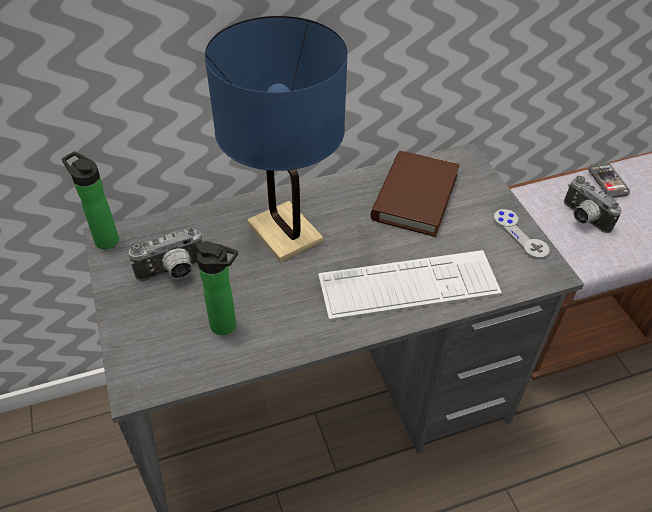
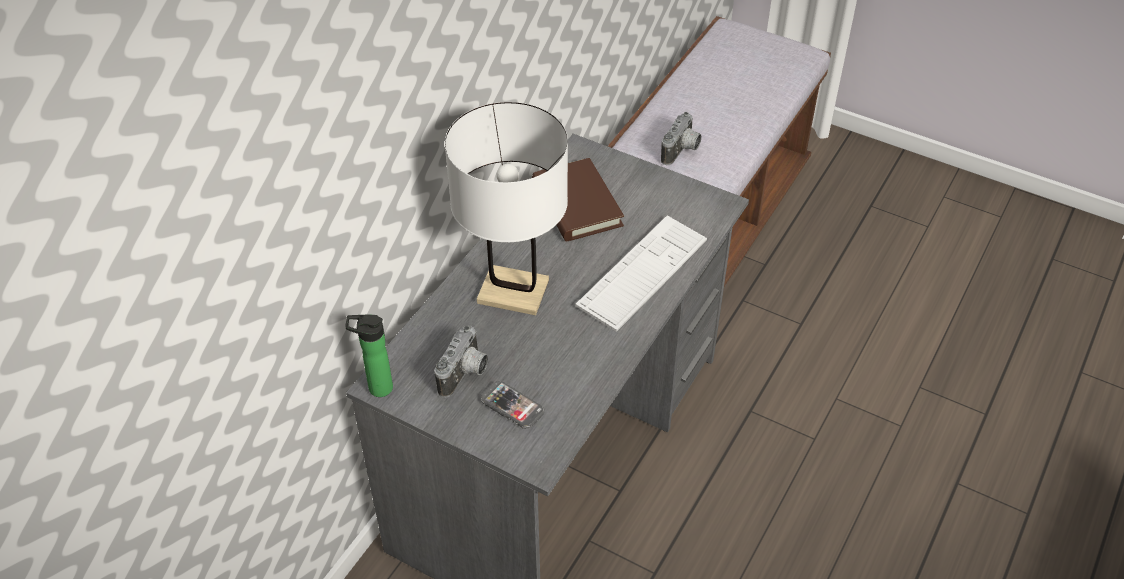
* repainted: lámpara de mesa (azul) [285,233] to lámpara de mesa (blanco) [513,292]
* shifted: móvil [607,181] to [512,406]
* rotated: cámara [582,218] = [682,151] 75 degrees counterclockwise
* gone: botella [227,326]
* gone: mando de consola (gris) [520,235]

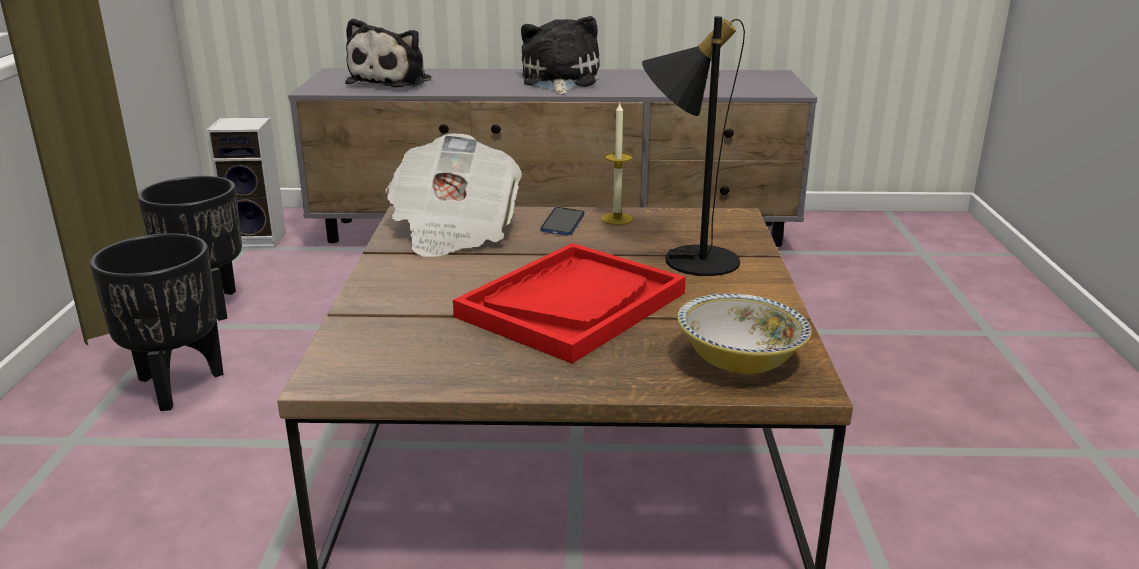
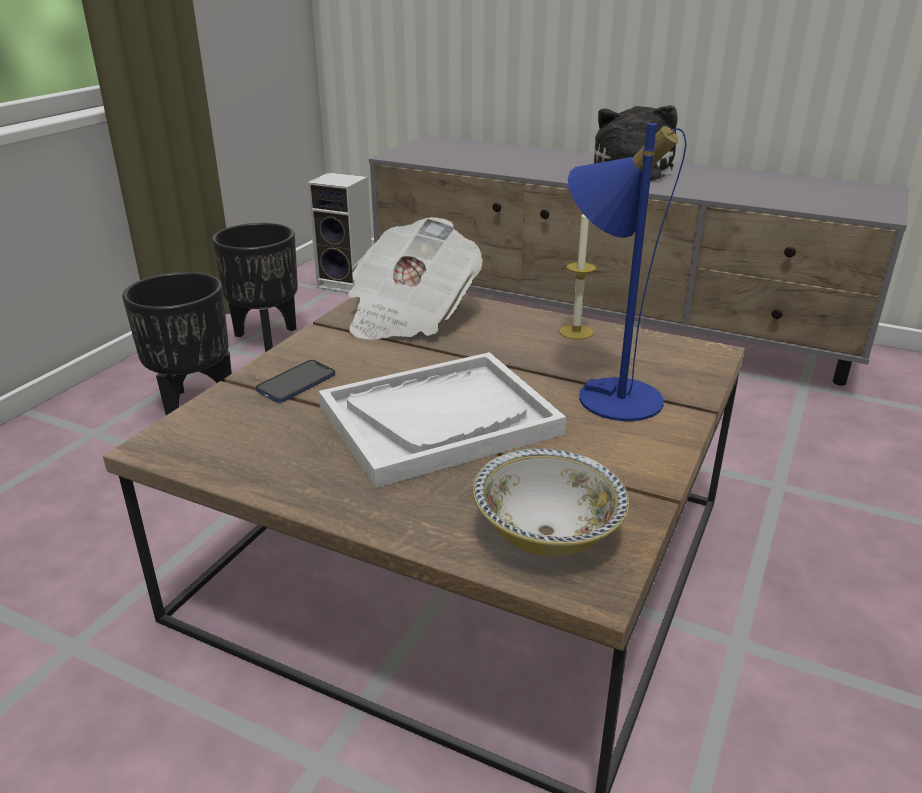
* shifted: móvil [562,223] to [296,383]
* repainted: bandeja (rojo) [572,304] to bandeja (blanco) [439,420]
* repainted: lámpara de mesa (negro) [688,257] to lámpara de mesa (azul) [608,392]
* gone: peluche [393,81]

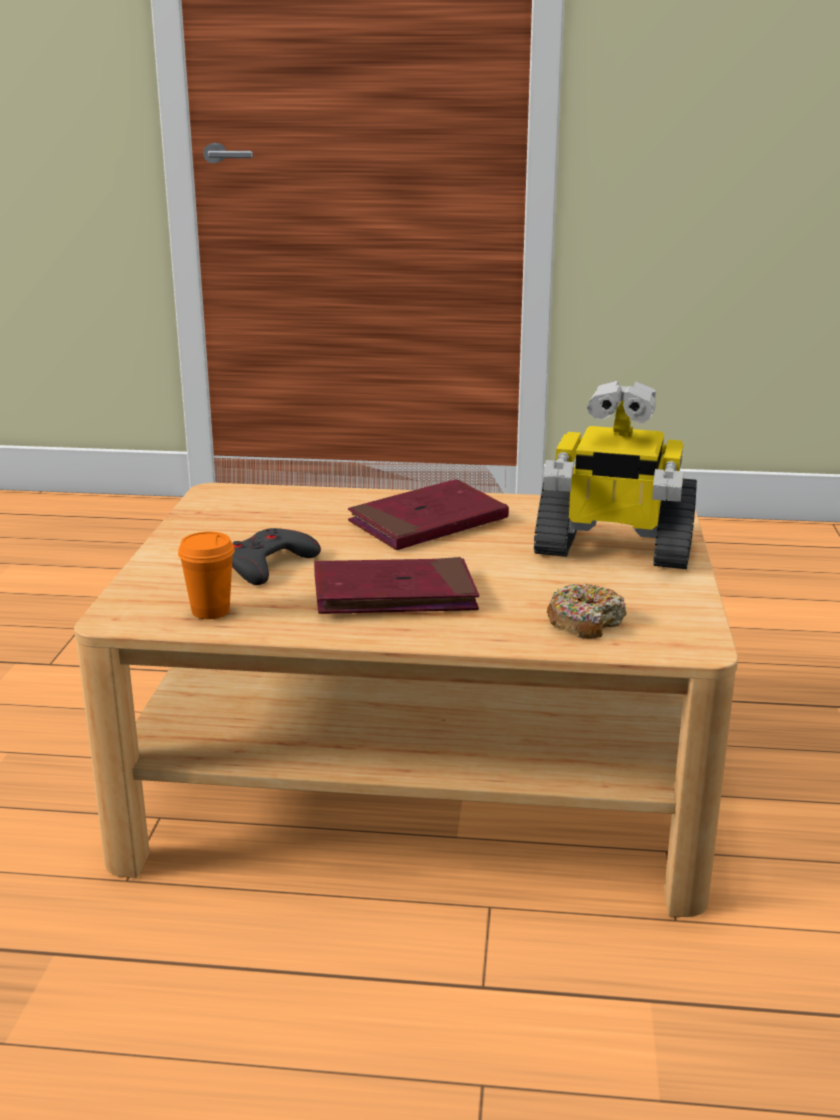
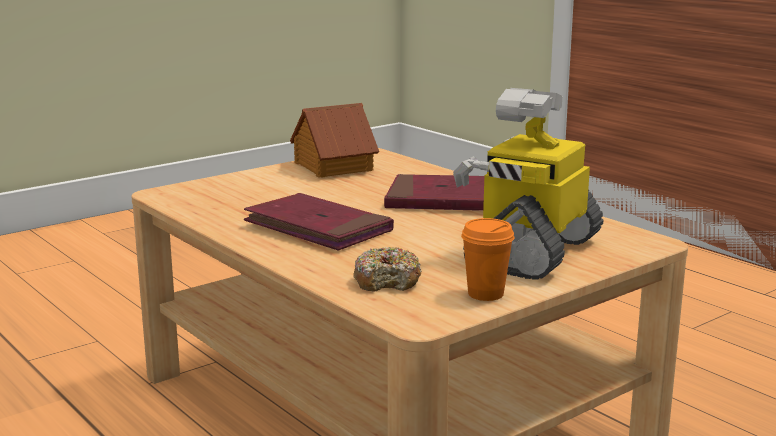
* new: casita [332,166]
* rotated: robot de juguete [612,549] = [531,252] 60 degrees clockwise
* shifted: taza (naranja) [210,611] to [485,294]
* gone: mando de consola (gris) [268,565]

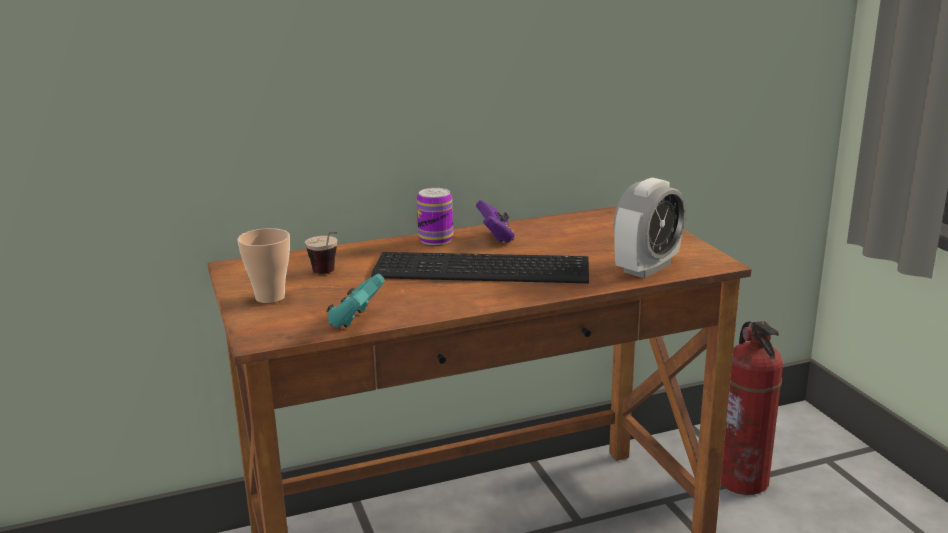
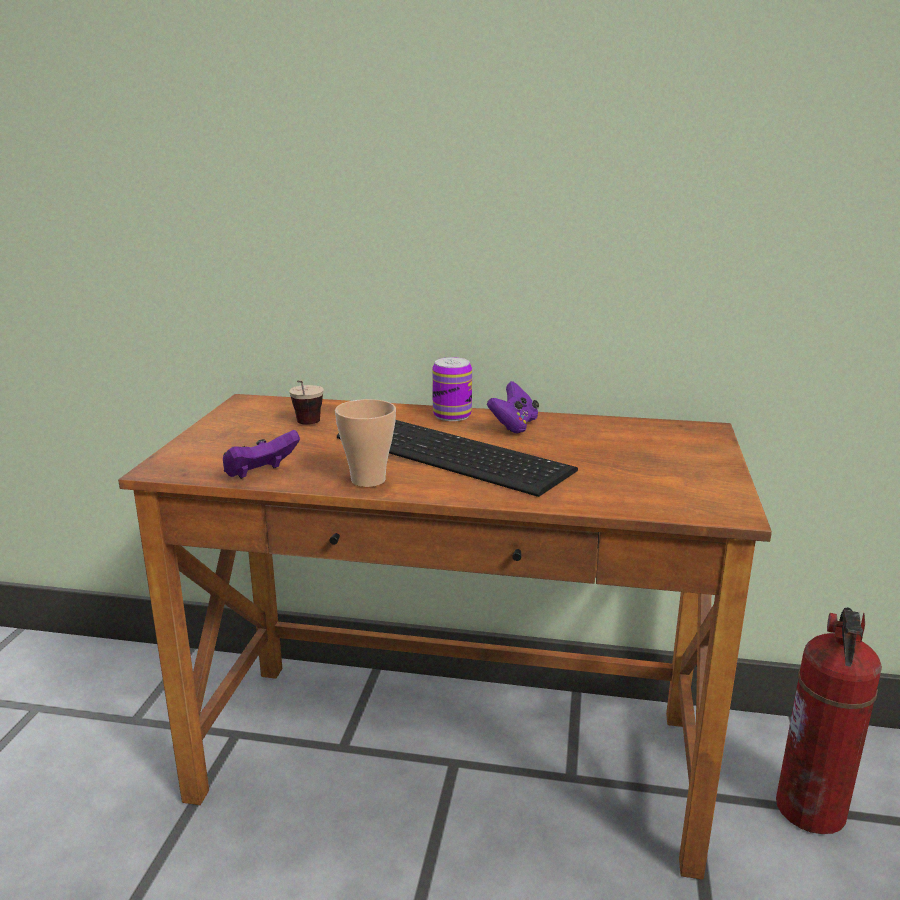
* repainted: mando de consola (turquesa) [356,320] to mando de consola (morado) [260,474]
* shifted: taza [270,297] to [368,480]
* gone: despertador [647,268]

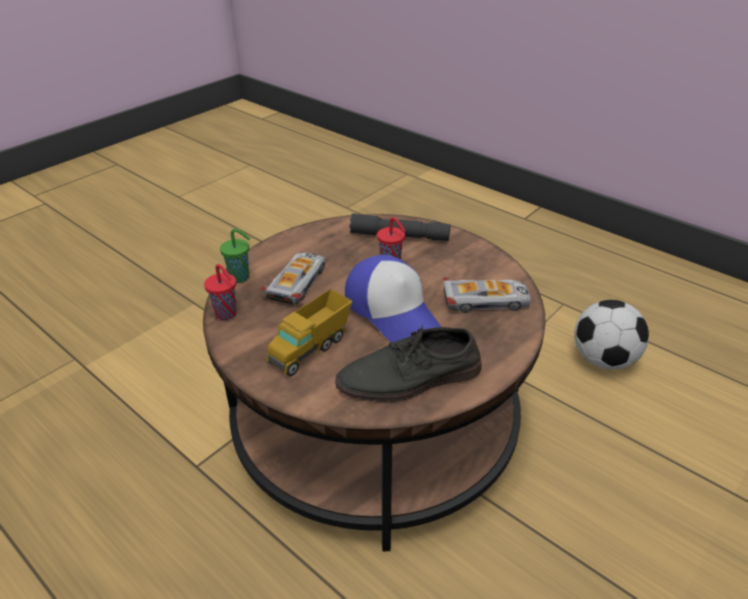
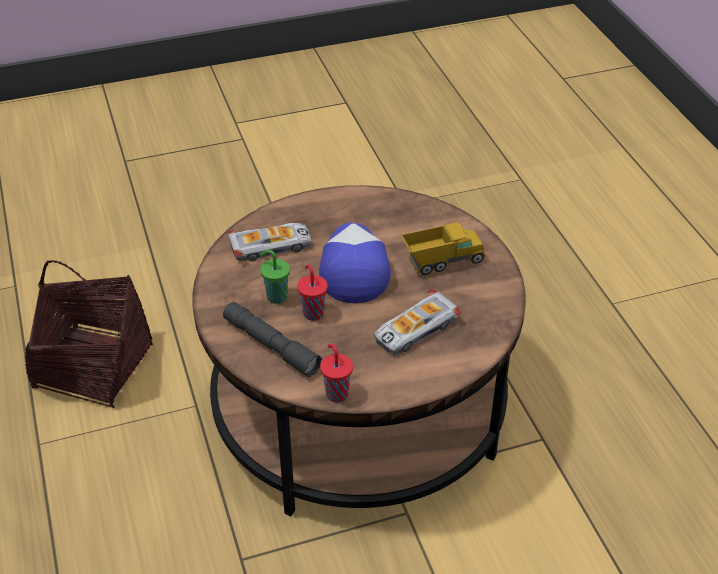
* swapped: balón de fútbol [603,360] to cesta [93,366]
* rotated: coche de juguete [485,300] = [270,246] 135 degrees clockwise
* shifted: taza (verde) [241,277] to [275,296]
* shifted: taza (rojo) [227,314] to [336,393]
* gone: zapato (gris) [409,378]

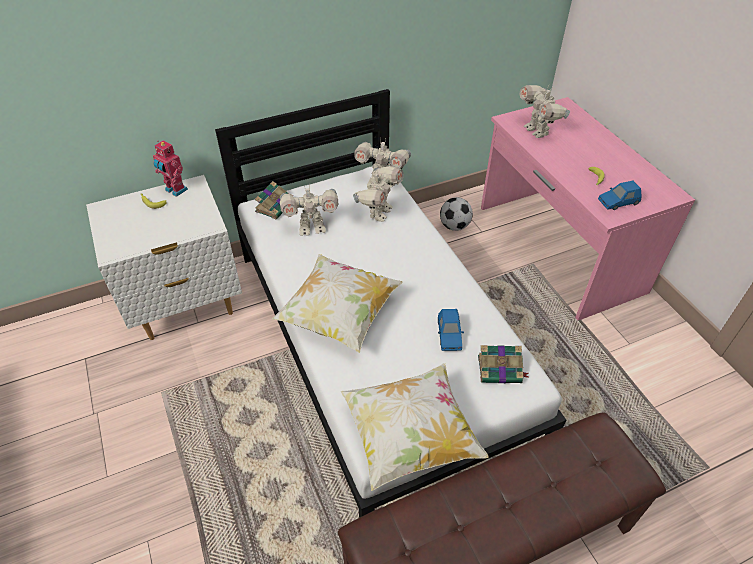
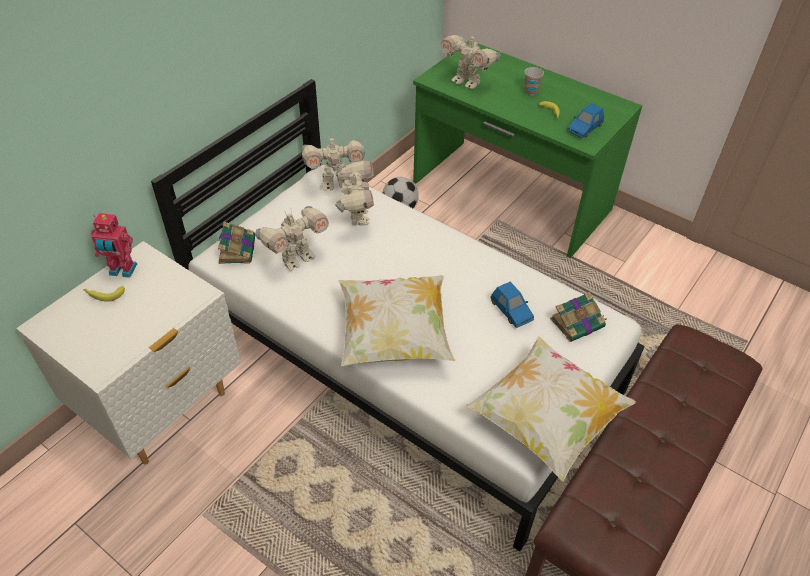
* repainted: escritorio (rosa) [557,248] to escritorio (verde) [509,196]
* new: taza [531,91]

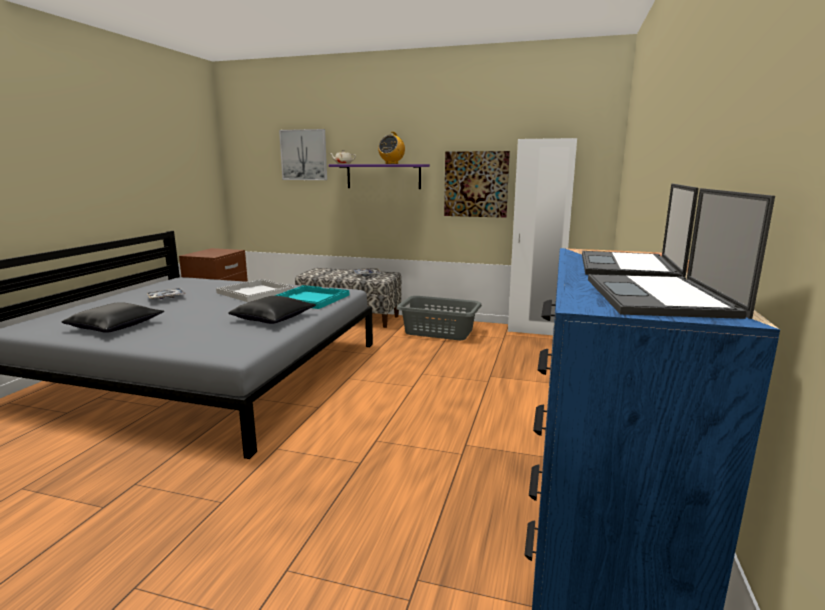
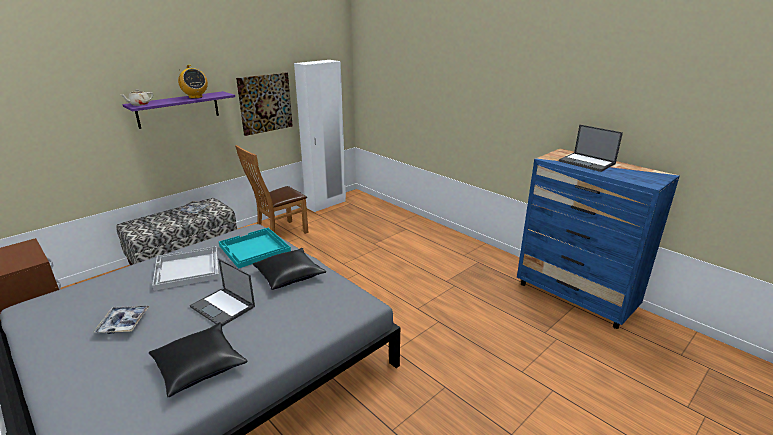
* shifted: portátil [660,297] to [223,307]
* swapped: cesto de la ropa (gris) [438,331] to silla (marrón) [279,233]
* gone: cuadro [304,155]

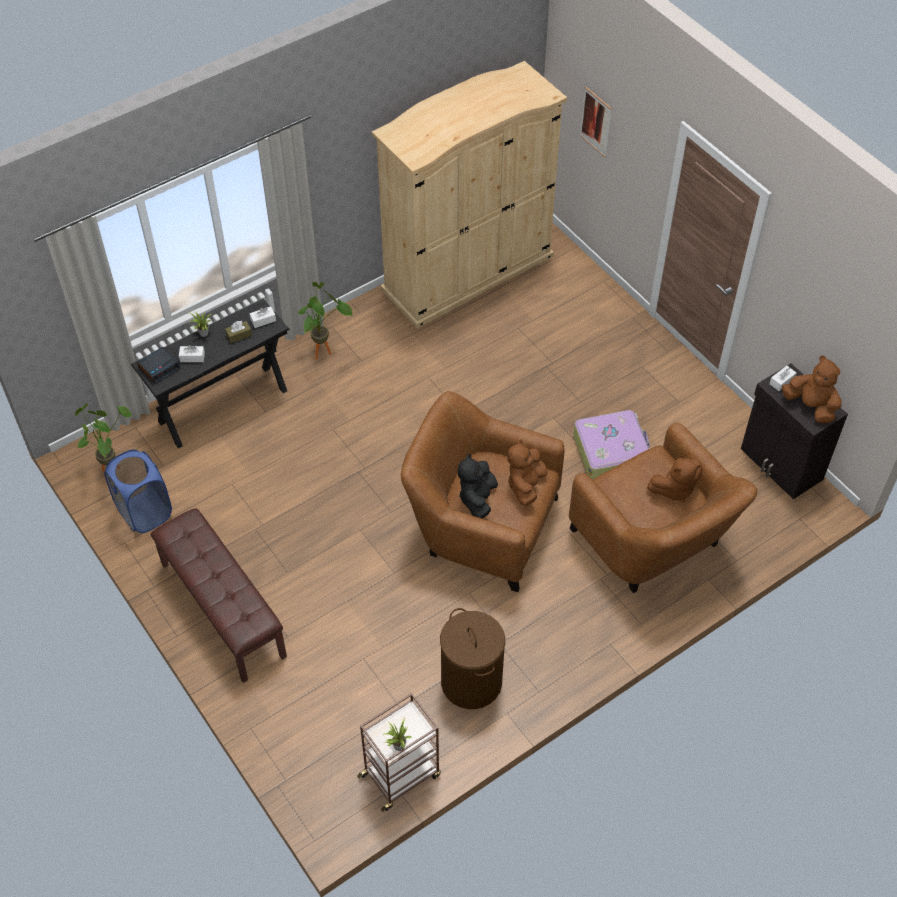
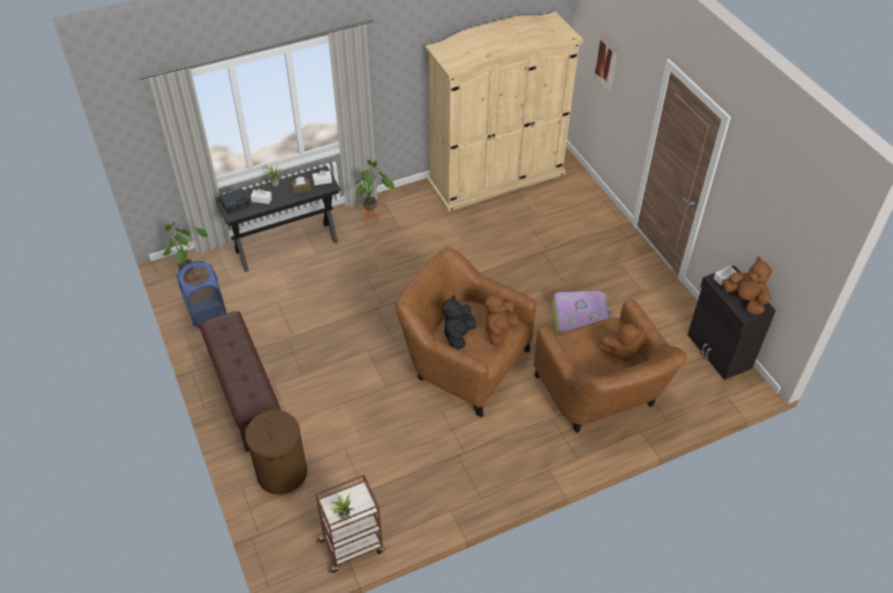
* shifted: cesto de la ropa (marrón) [471,682] to [281,473]

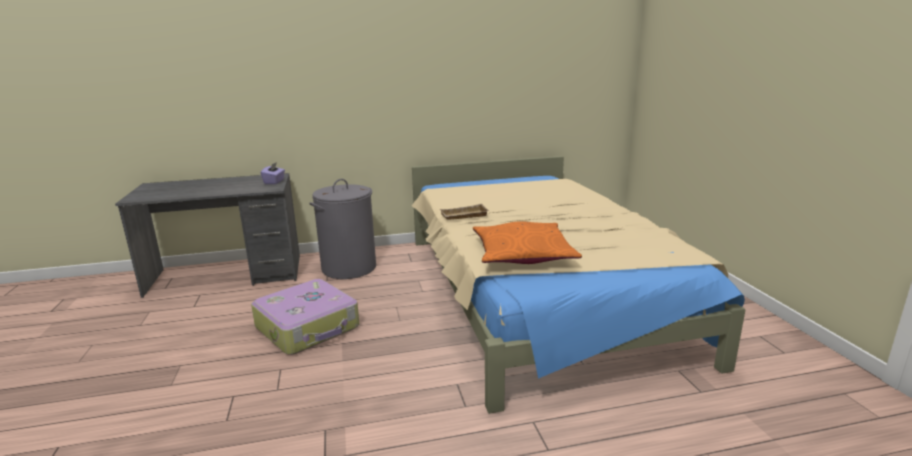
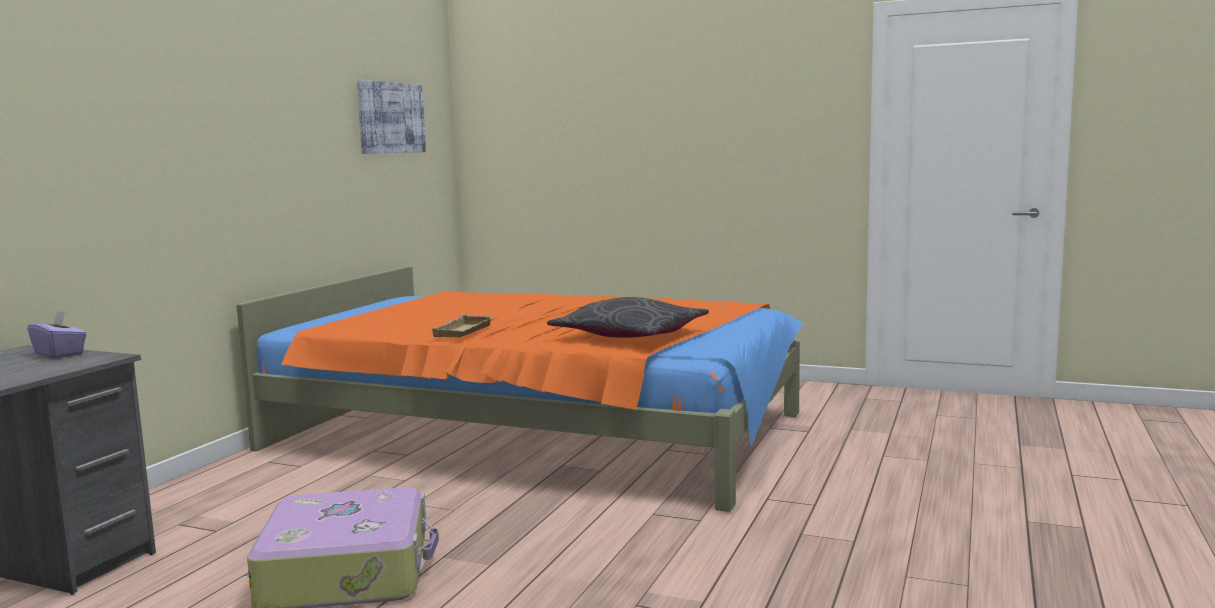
* repainted: cama (beis) [536,293] to cama (naranja) [539,432]
* new: cuadro [391,118]
* repainted: cojín (naranja) [522,254] to cojín (gris) [629,335]
* gone: cesto de la ropa (gris) [349,268]

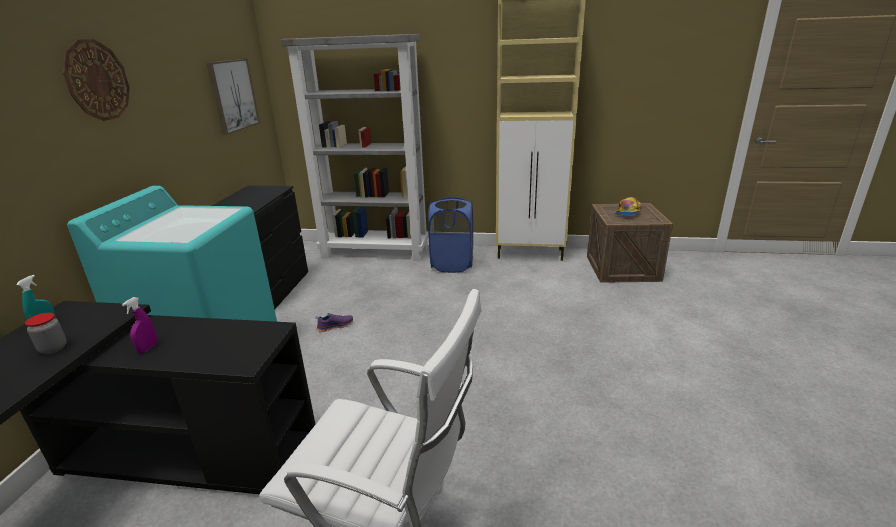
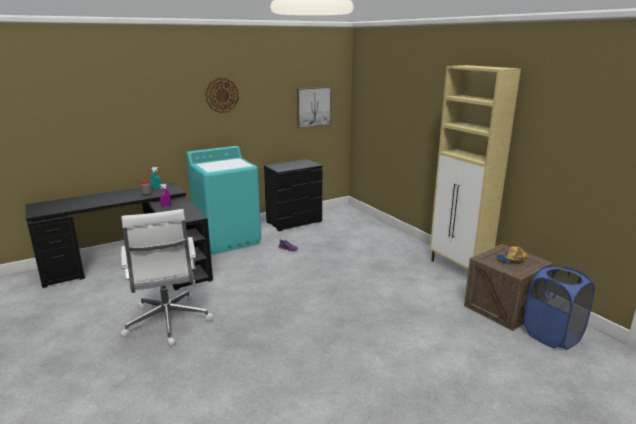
* shifted: cesto de la ropa (azul) [452,264] to [552,336]
* gone: estantería (gris) [376,252]

